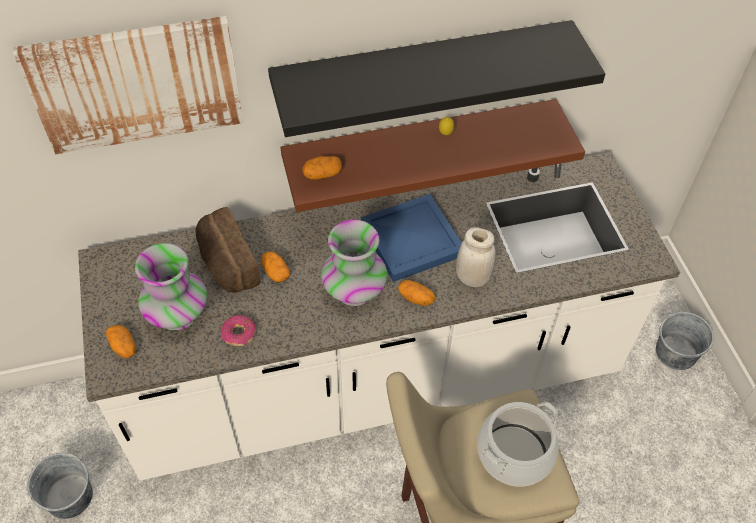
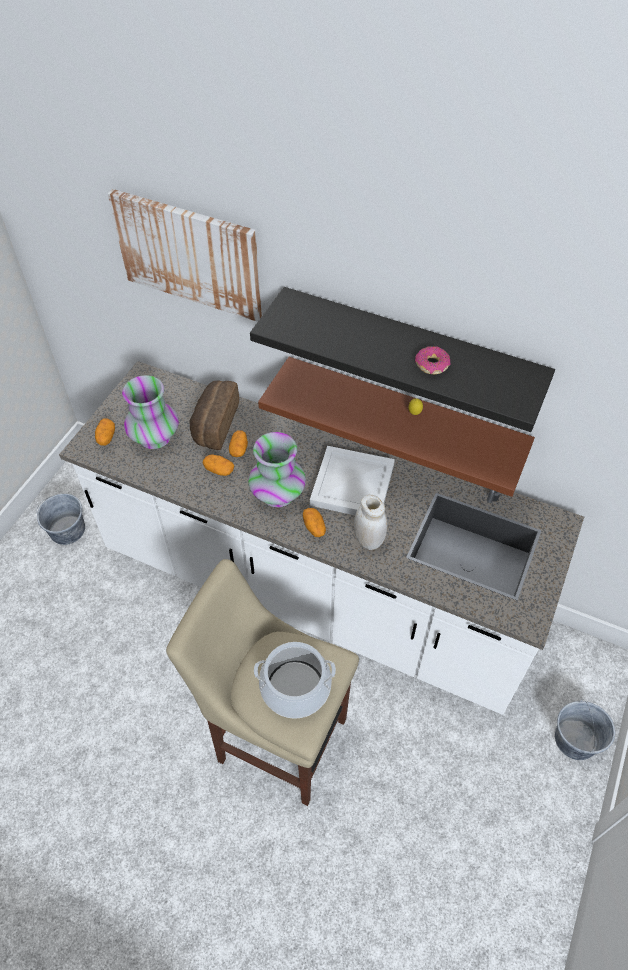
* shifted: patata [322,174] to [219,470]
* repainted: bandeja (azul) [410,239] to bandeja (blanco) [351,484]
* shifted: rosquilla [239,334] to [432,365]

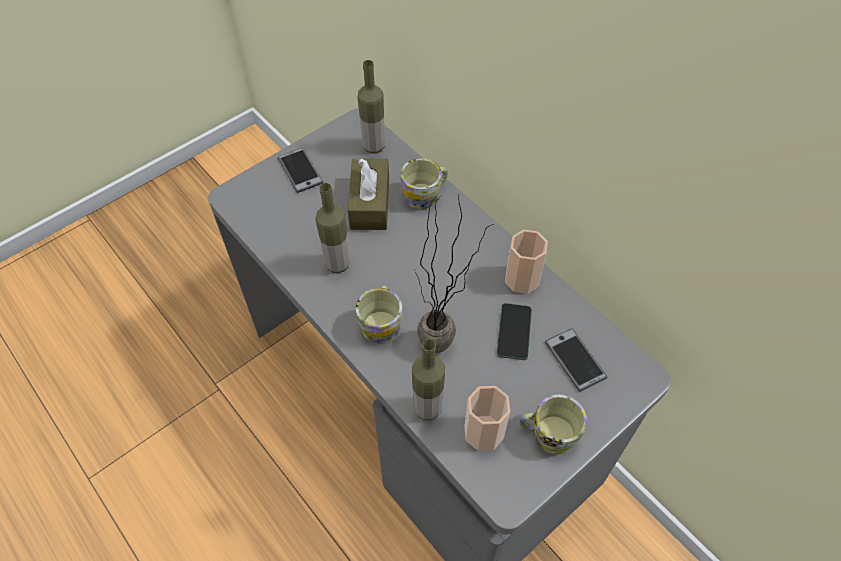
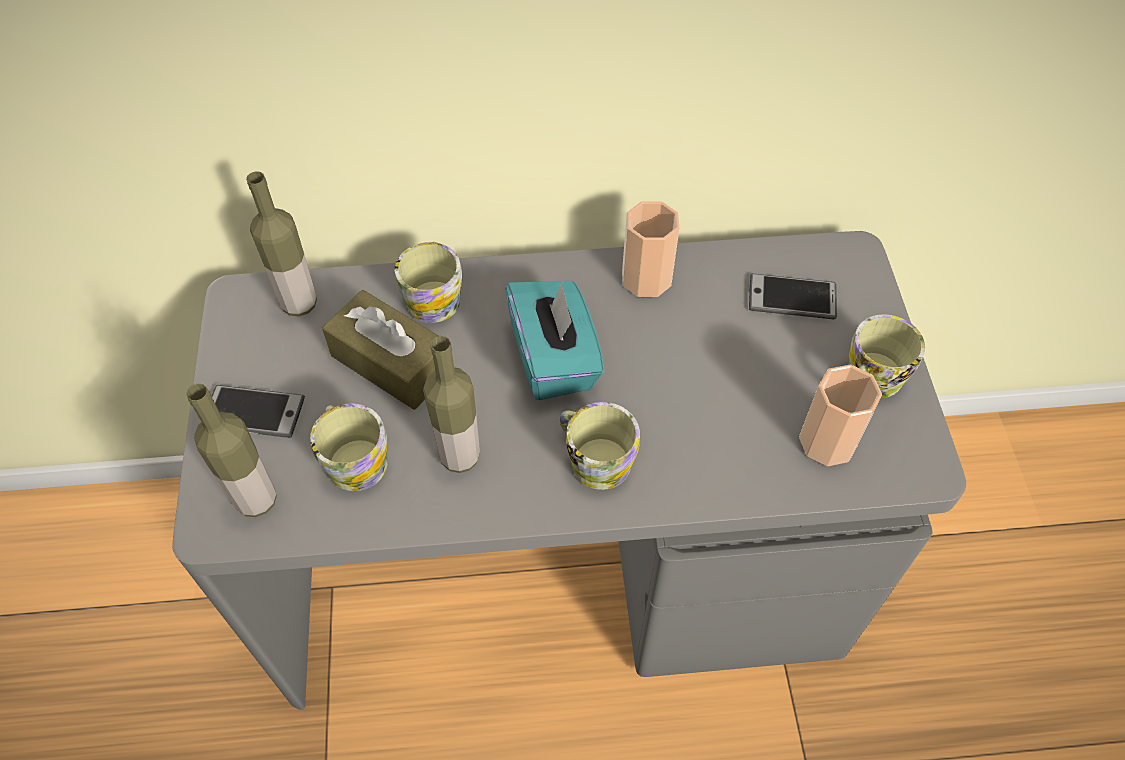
* shifted: botella [427,409] to [256,500]
* new: taza grande [353,458]
* new: caja de pañuelos (turquesa) [554,359]
* gone: planta en maceta [446,349]
* gone: móvil [514,332]

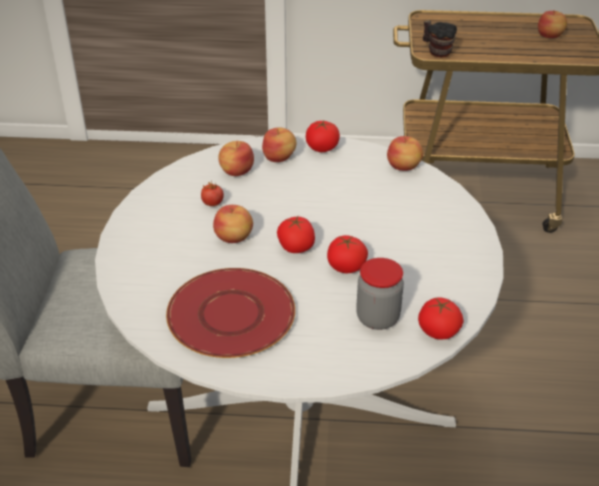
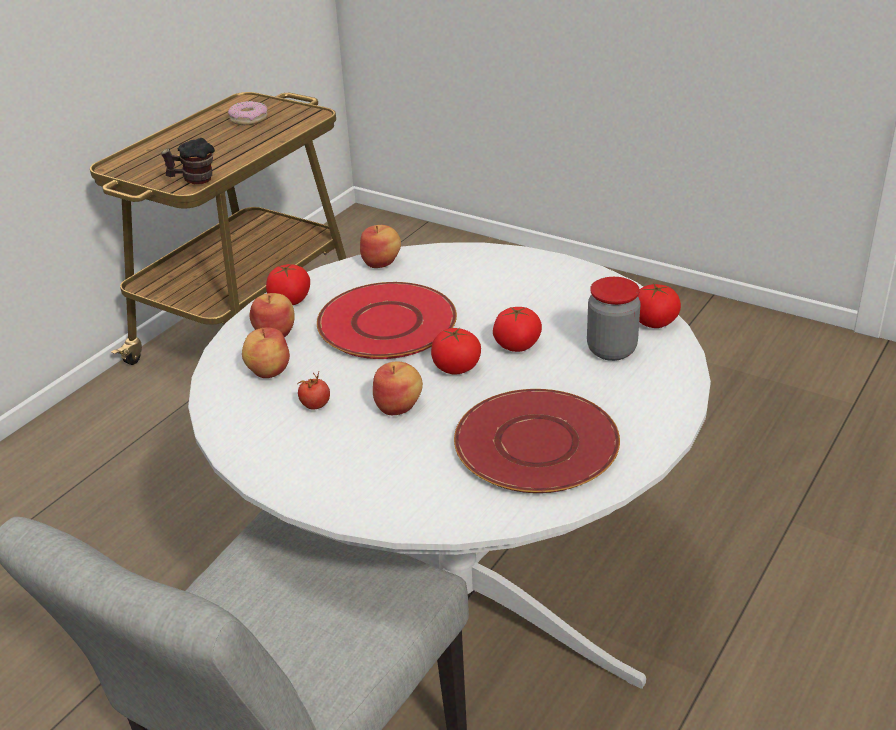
* swapped: manzana [550,36] to rosquilla [249,119]
* new: plato (rojo) [388,323]

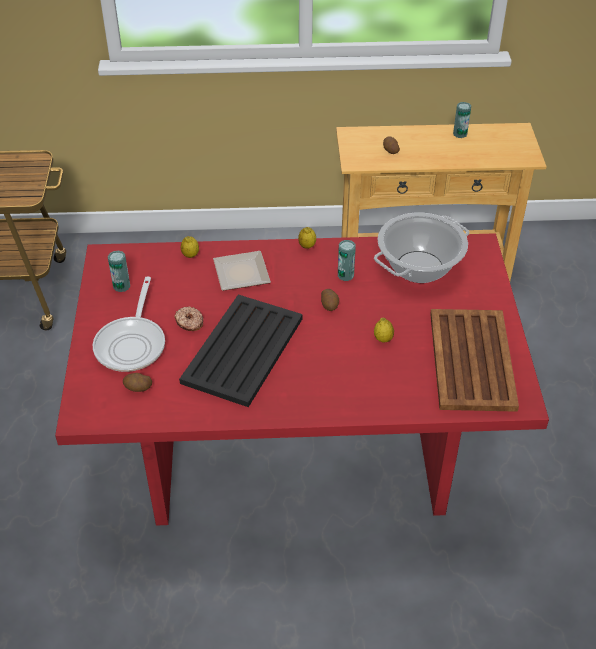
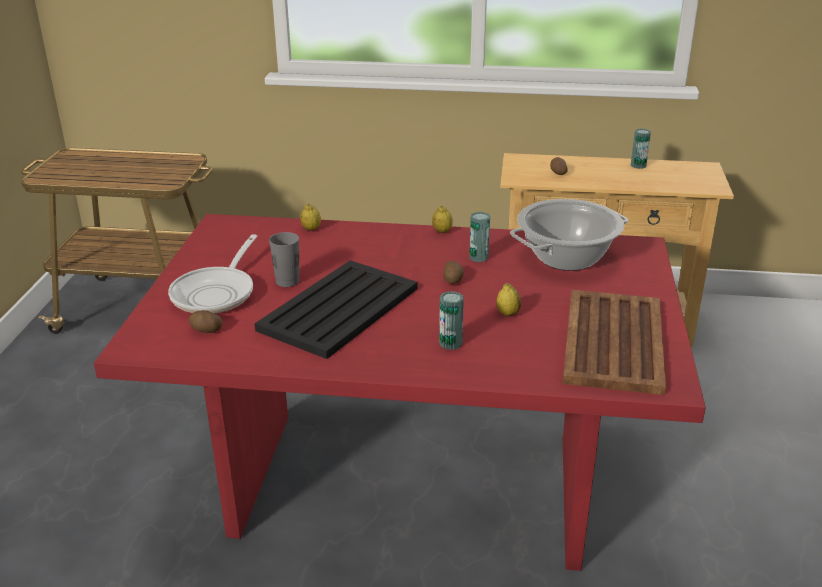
* swapped: rosquilla [189,323] to taza (gris) [287,281]
* shifted: lata [121,286] to [450,343]
* gone: plato [239,272]

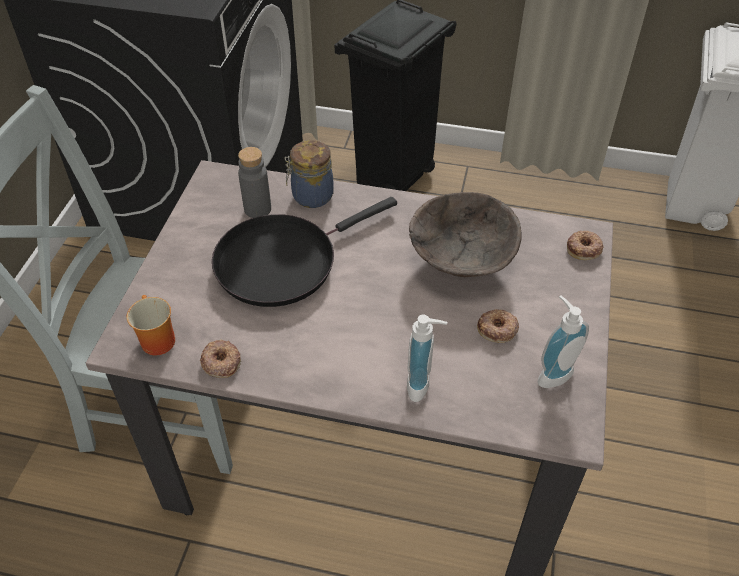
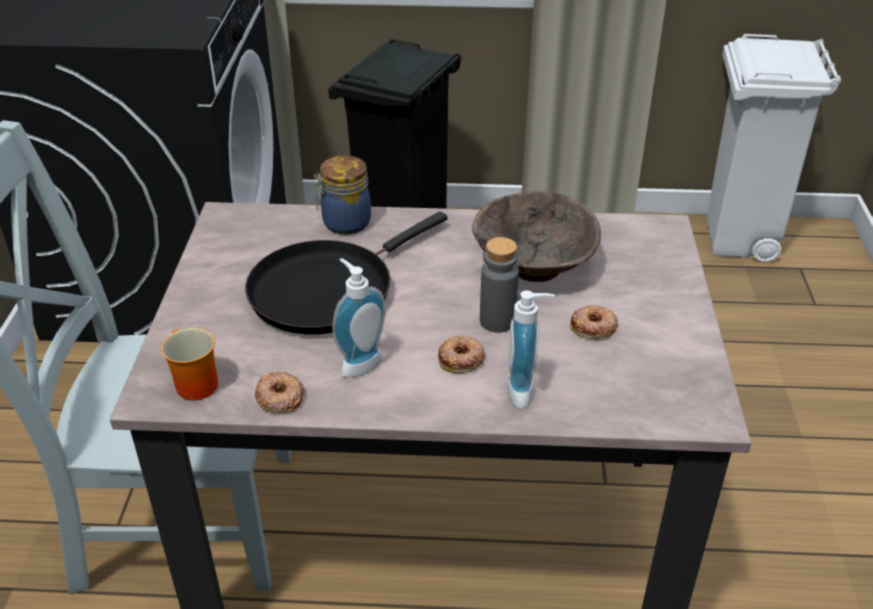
* shifted: dispensador de jabón [552,373] to [358,363]
* shifted: rosquilla [584,248] to [461,358]
* shifted: botella (gris) [257,209] to [497,321]

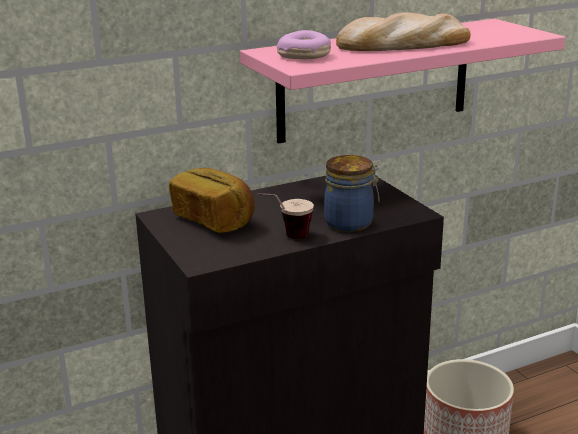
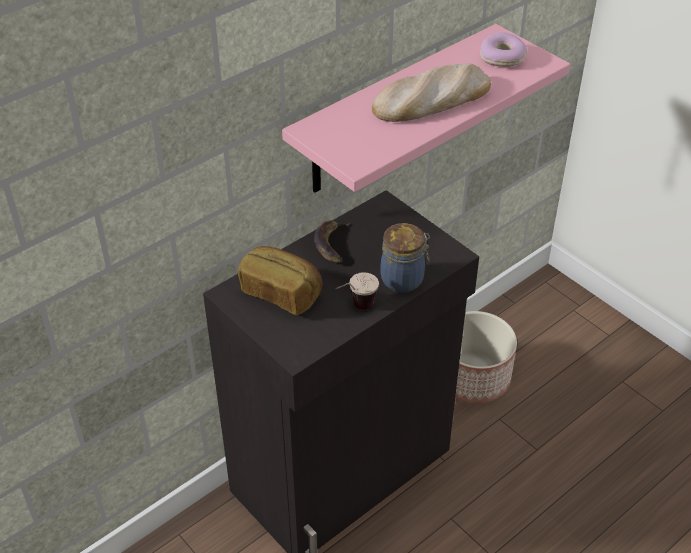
* new: plátano [332,244]
* shifted: rosquilla [305,55] to [502,57]

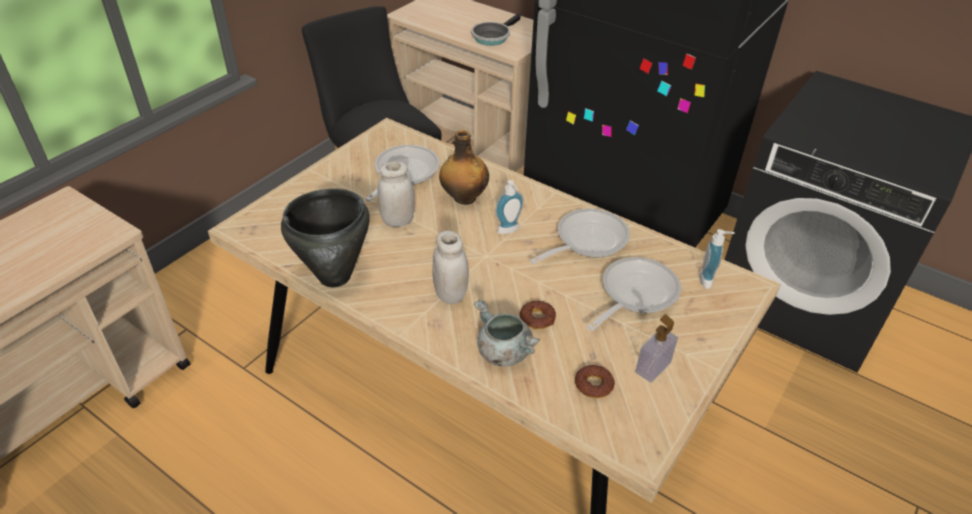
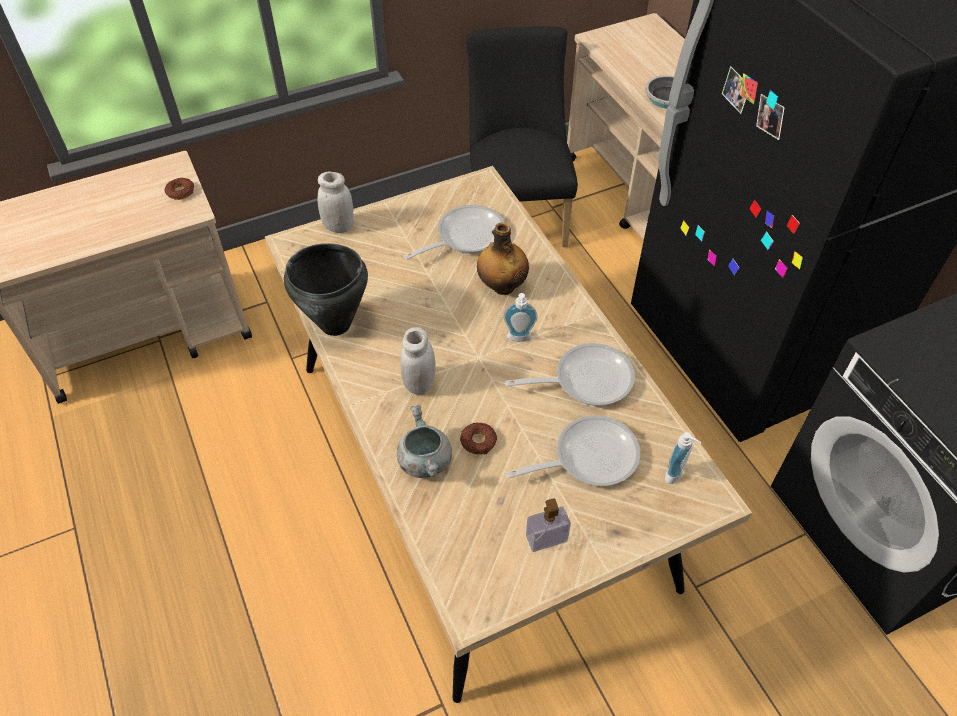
* shifted: rosquilla [594,385] to [180,191]
* shifted: tarro (blanco) [397,221] to [339,226]

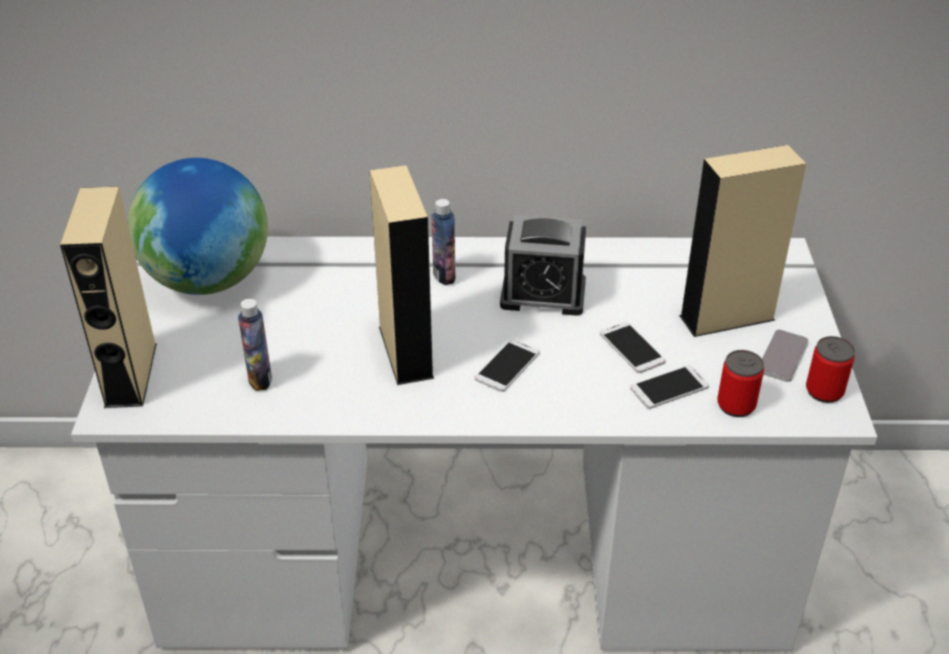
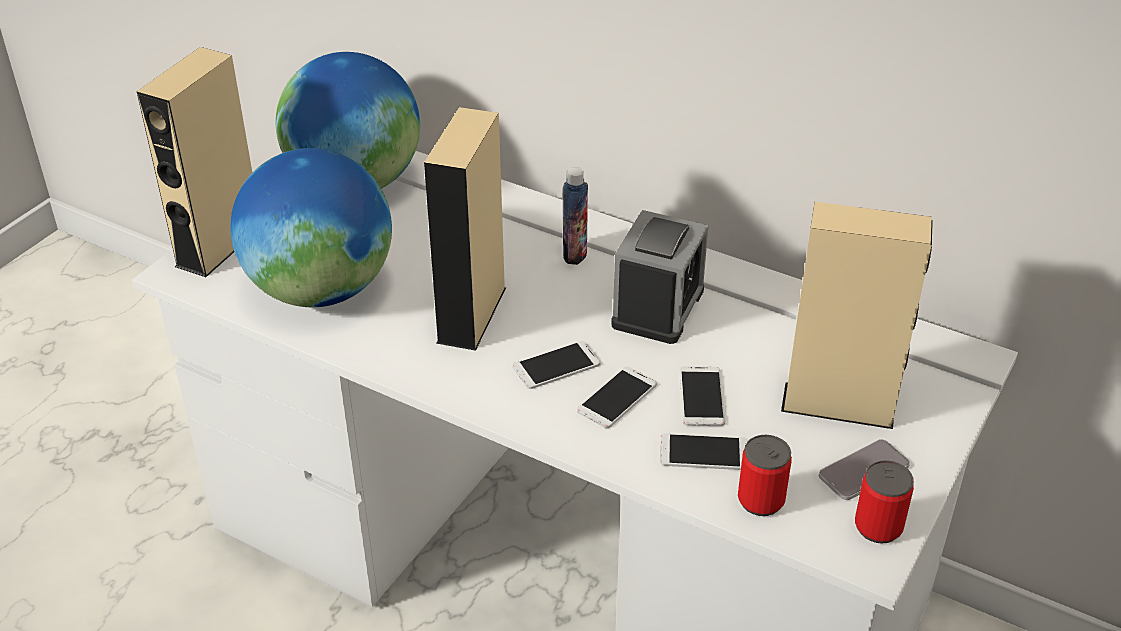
* swapped: botella [260,379] to globo terráqueo [321,290]
* new: móvil [617,398]
* rotated: despertador [543,294] = [658,307] 105 degrees counterclockwise

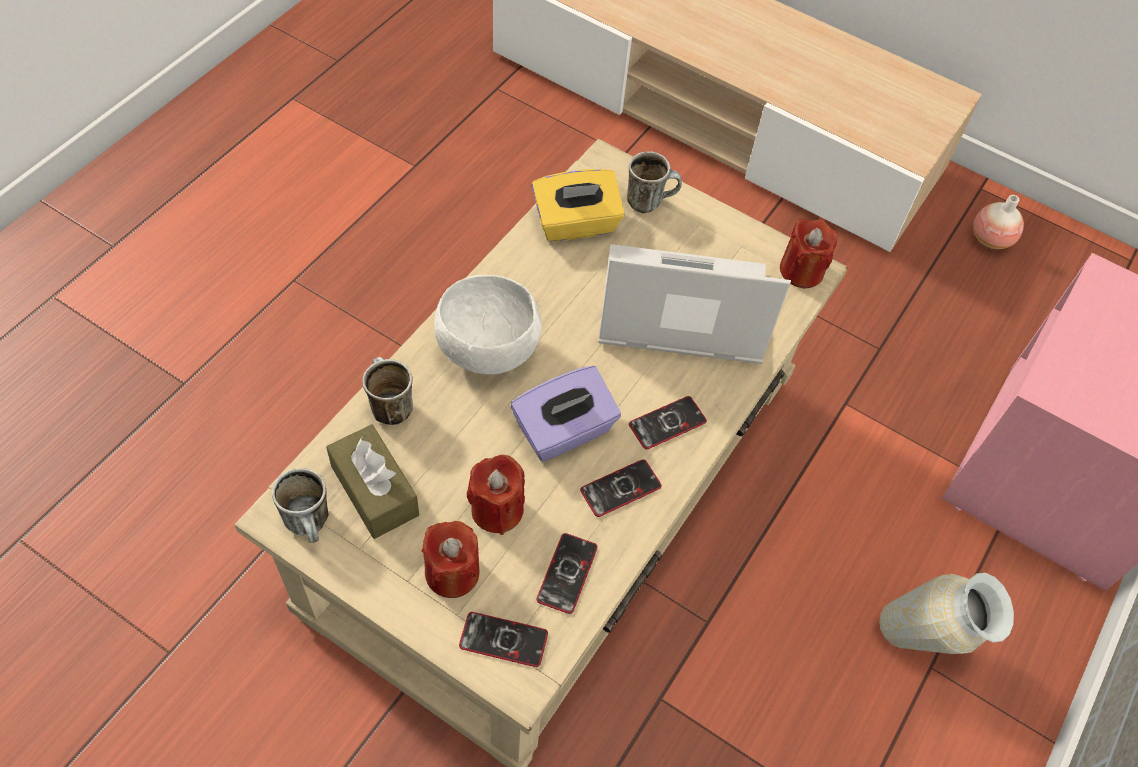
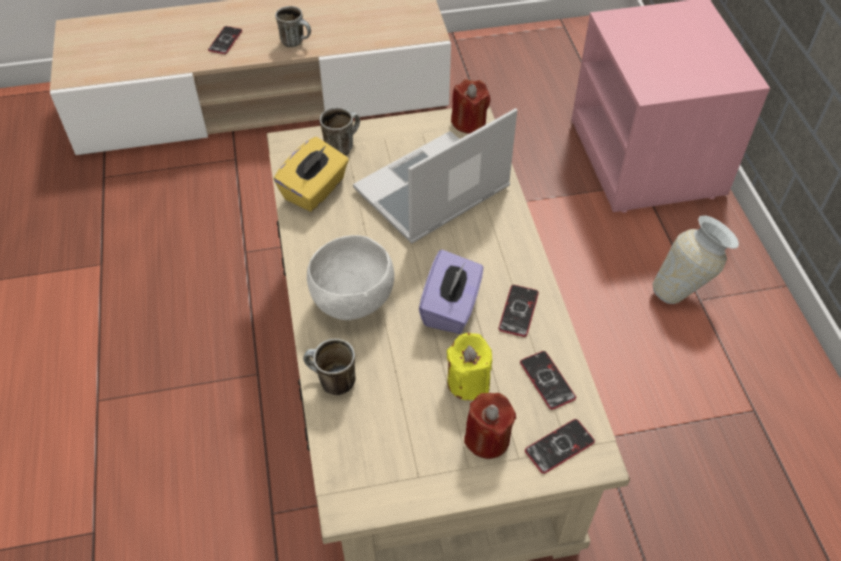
* shifted: móvil [667,423] to [225,41]
* shifted: taza grande [311,525] to [296,42]
* repainted: vela (rojo) [497,509] to vela (amarillo) [468,382]
* gone: caja de pañuelos (marrón) [374,490]
* gone: florero [990,239]

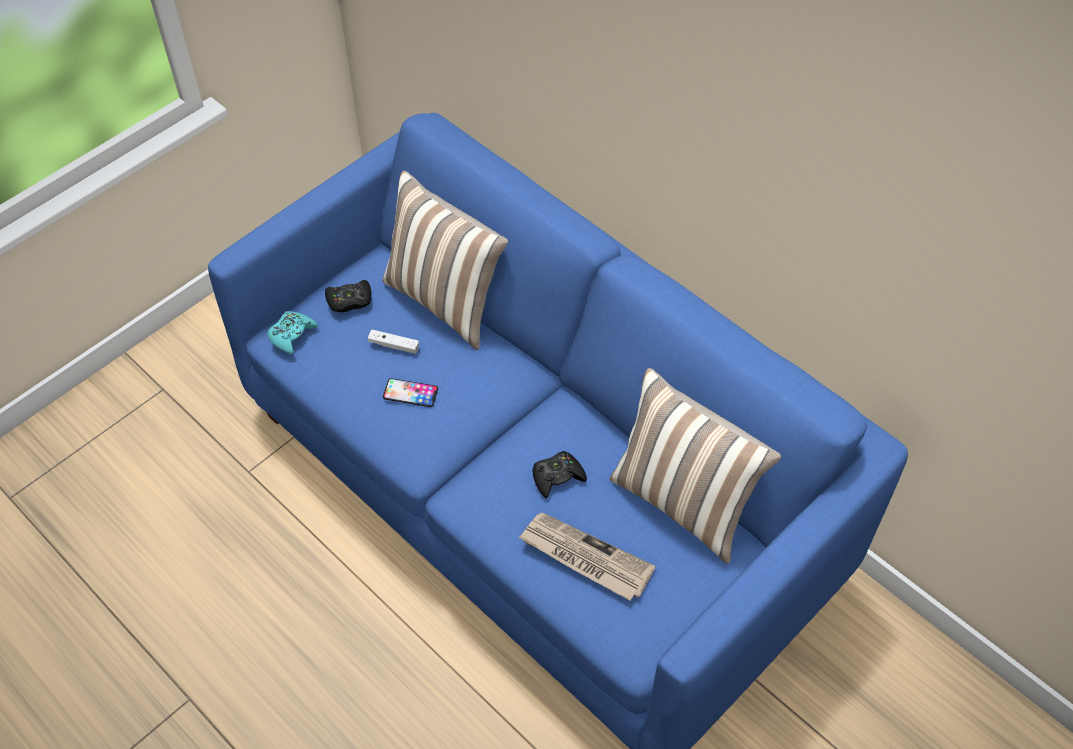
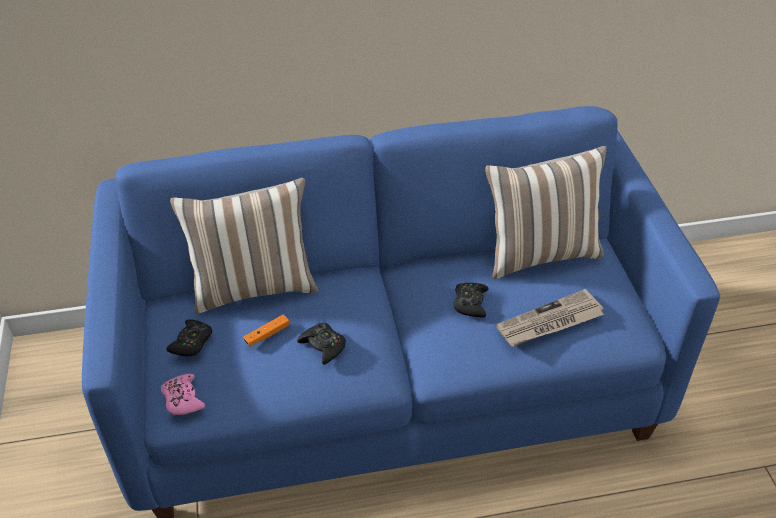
* repainted: mando de consola (turquesa) [292,335] to mando de consola (rosa) [183,399]
* repainted: mando de consola (blanco) [394,345] to mando de consola (naranja) [267,335]
* swapped: móvil [410,393] to mando de consola (negro) [323,346]

